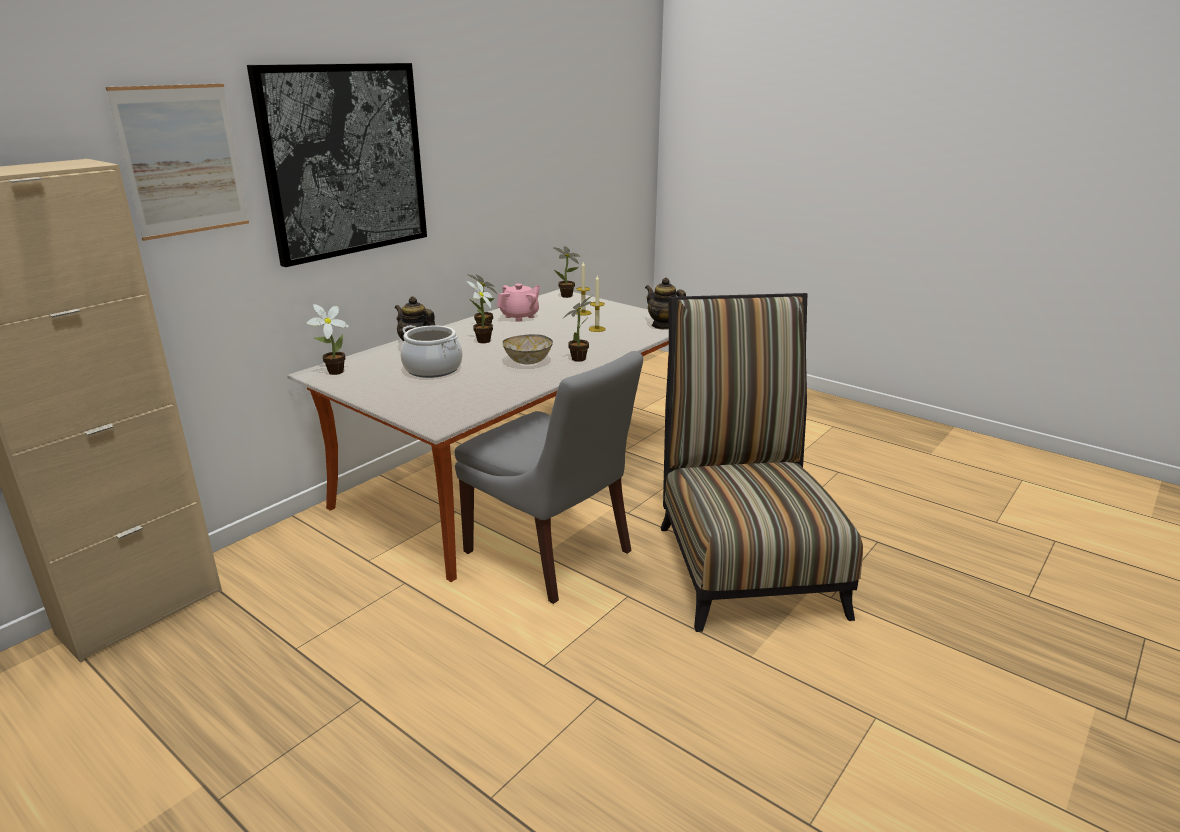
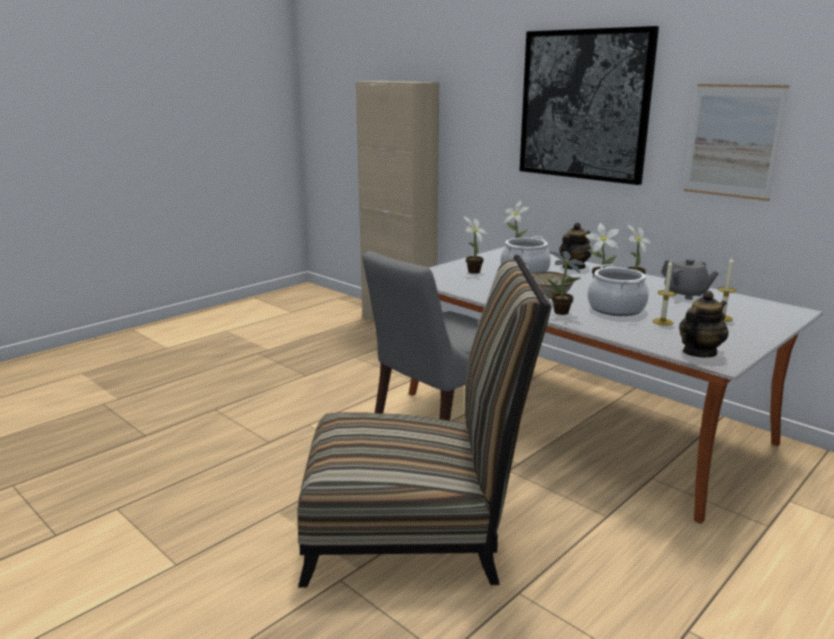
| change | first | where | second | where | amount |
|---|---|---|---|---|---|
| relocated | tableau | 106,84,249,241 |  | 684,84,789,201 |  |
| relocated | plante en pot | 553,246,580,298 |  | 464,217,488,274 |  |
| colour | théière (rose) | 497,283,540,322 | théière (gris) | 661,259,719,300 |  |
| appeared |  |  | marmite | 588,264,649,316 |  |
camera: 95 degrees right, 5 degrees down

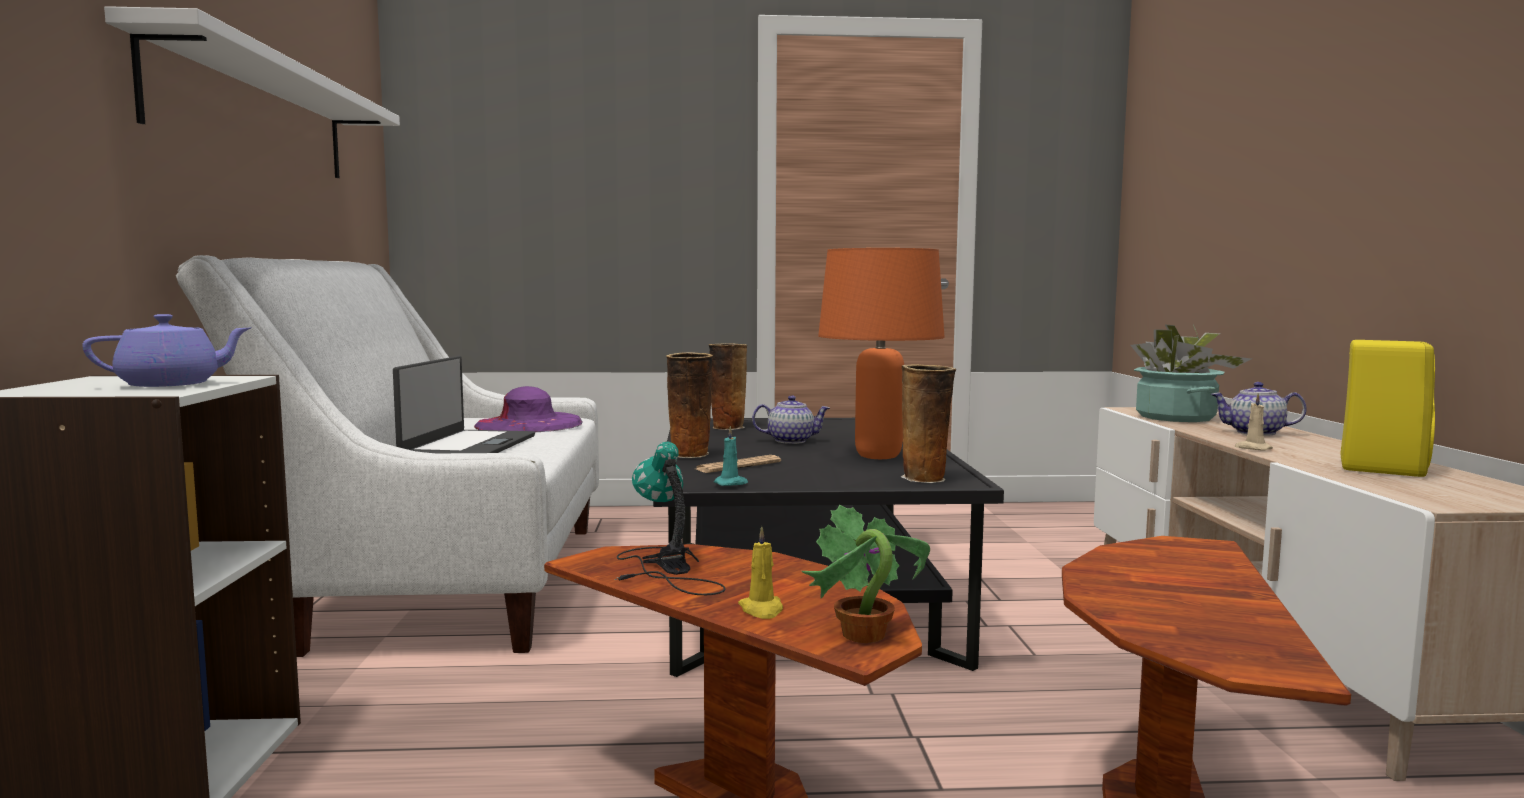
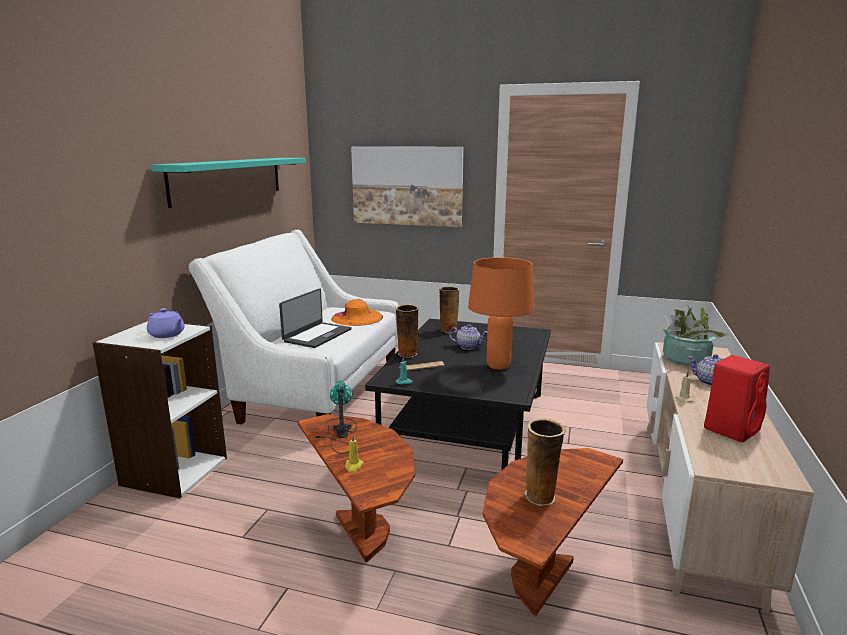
| change | first | where | second | where | amount |
|---|---|---|---|---|---|
| colour | étagère (blanc) | 104,6,400,178 | étagère (turquoise) | 151,158,306,208 |  |
| spun | théière (violet) | 82,314,251,387 |  | 147,308,185,338 | 45 degrees clockwise |
| colour | enceinte (jaune) | 1341,340,1435,477 | enceinte (rouge) | 704,355,770,442 |  |
| relocated | vase | 901,364,956,483 |  | 525,419,565,506 |  |
| colour | chapeau (violet) | 474,386,583,432 | chapeau (orange) | 331,299,383,326 |  |
| missing | plante en pot | 801,505,930,643 |  |  |  |
| appeared |  |  | tableau | 351,146,464,227 |  |
camera: 20 degrees right, 10 degrees up

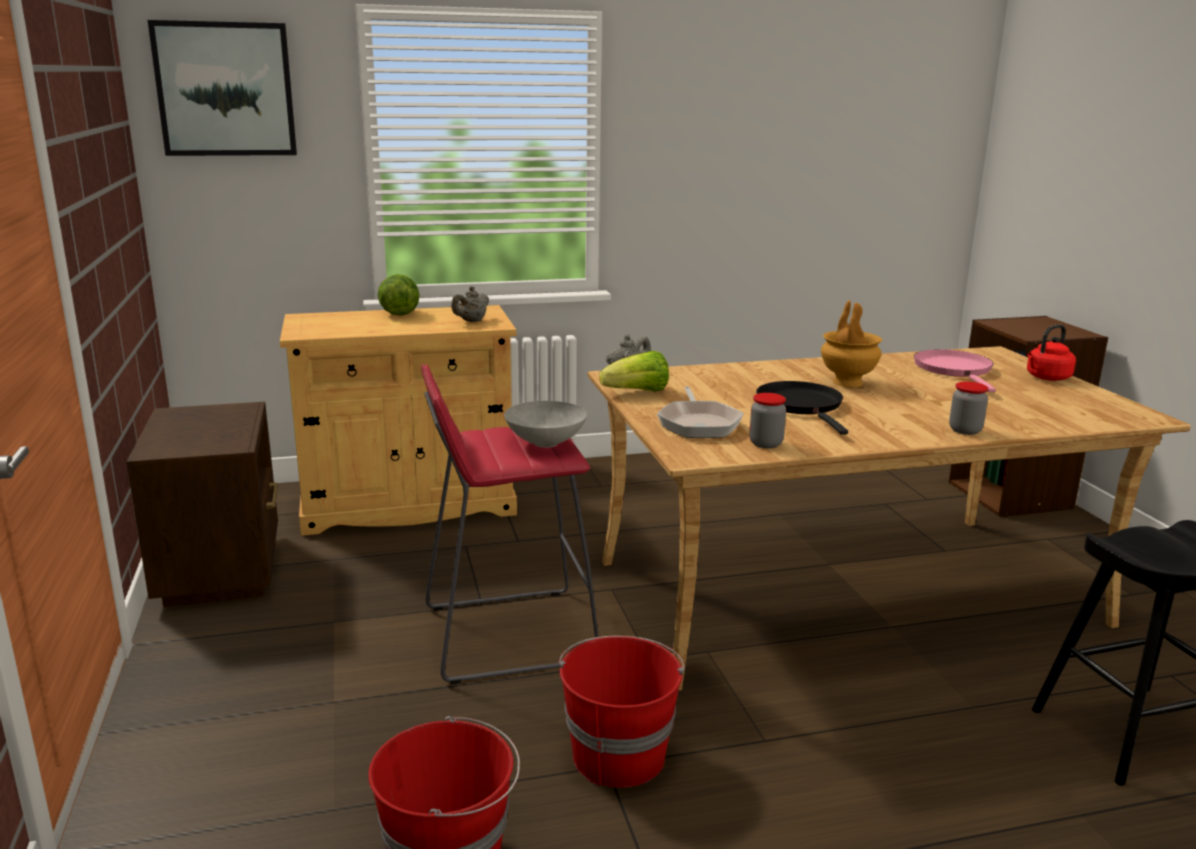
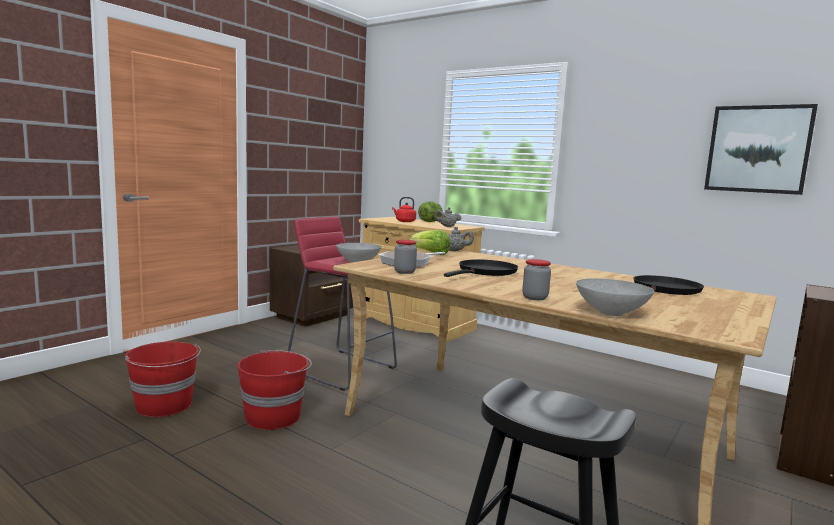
| change | first | where | second | where | amount |
|---|---|---|---|---|---|
| relocated | tableau | 148,20,297,156 |  | 704,104,818,195 |  |
| missing | vase (marron) | 821,300,882,387 |  |  |  |
| relocated | bouilloire (rouge) | 1027,324,1076,381 |  | 392,197,416,222 |  |
| colour | poêle (rose) | 914,349,996,392 | poêle (noir) | 633,275,704,295 |  |
| appeared |  |  | bol (gris) | 576,278,654,316 |  |
camera: 50 degrees right, 10 degrees down

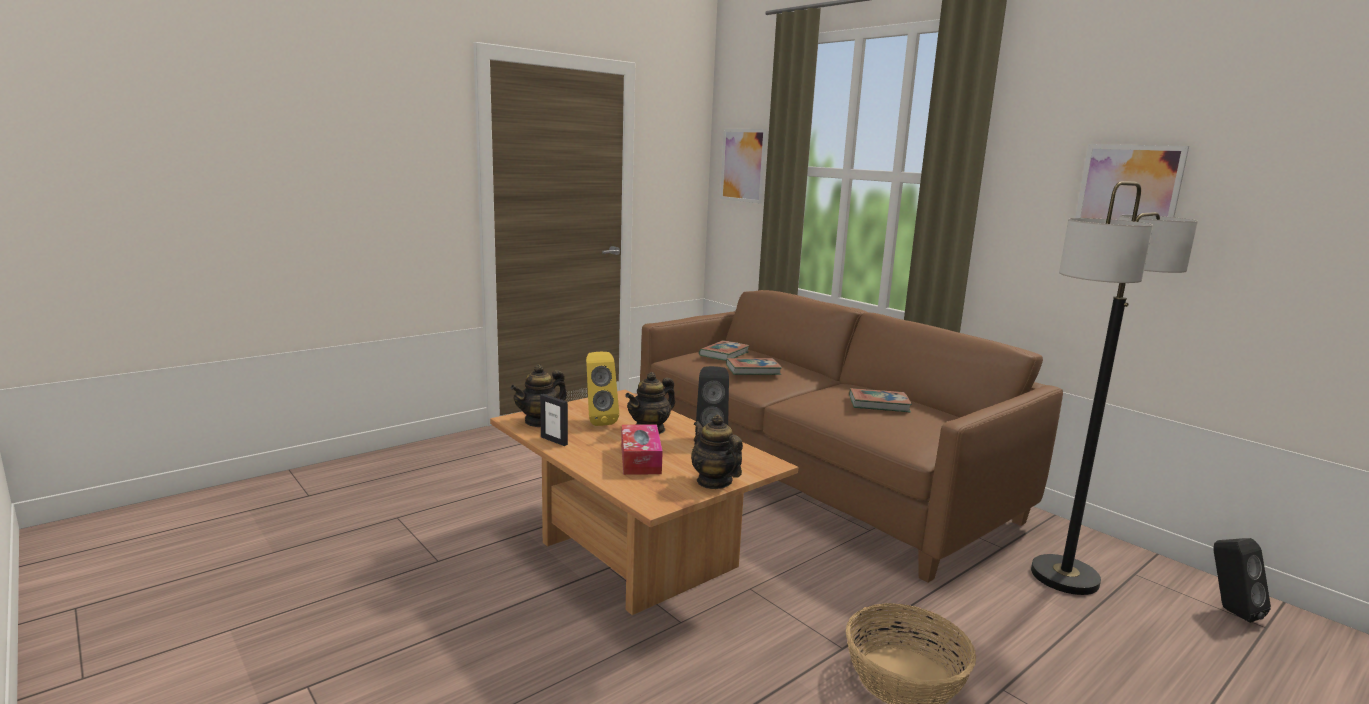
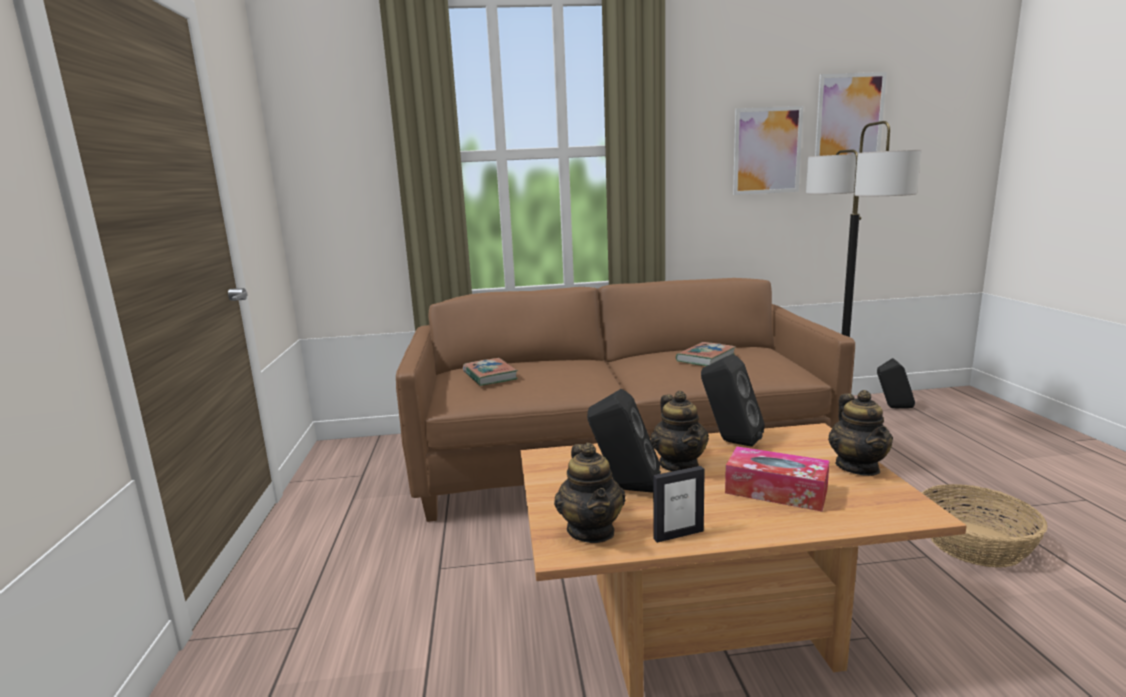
| change | first | where | second | where | amount |
|---|---|---|---|---|---|
| relocated | tableau | 720,129,767,204 |  | 815,72,887,156 |  |
| colour | enceinte (jaune) | 586,352,619,426 | enceinte (noir) | 587,389,661,493 |  |
| missing | livre | 726,358,782,375 |  |  |  |
| spun | théière | 691,415,743,489 |  | 828,390,893,476 | 90 degrees counterclockwise |
camera: 55 degrees left, 0 degrees up

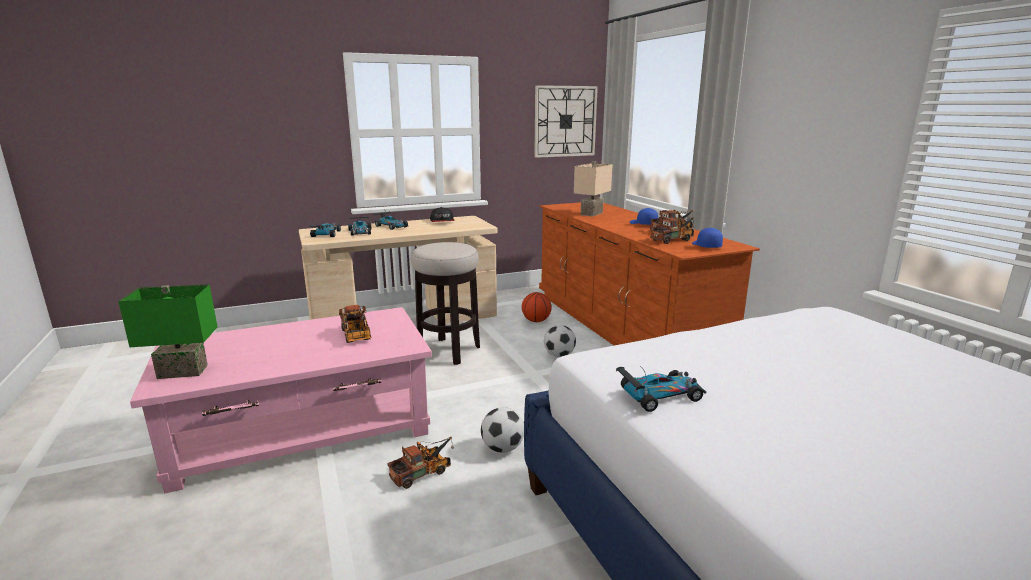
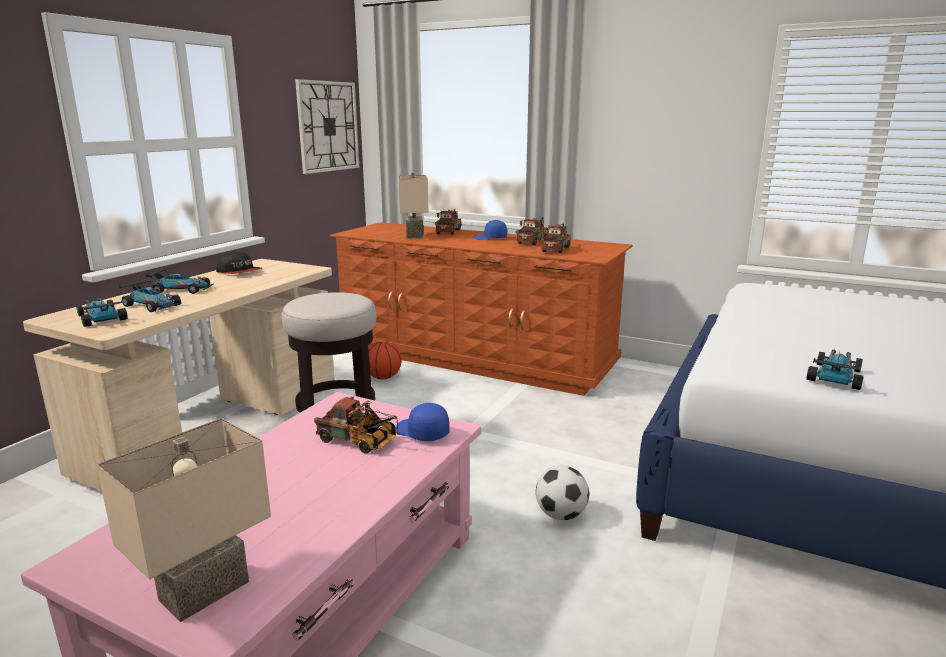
| change | first | where | second | where | amount |
|---|---|---|---|---|---|
| relocated | casquette (bleu) | 692,228,723,248 |  | 396,403,449,441 |  |
| colour | lampe de table (vert) | 118,284,217,379 | lampe de table (beige) | 96,418,271,622 |  |
| missing | ballon de foot | 544,325,576,357 |  |  |  |
| relocated | camion jouet | 387,437,454,489 |  | 435,209,462,235 |  |
camera: 40 degrees left, 0 degrees up

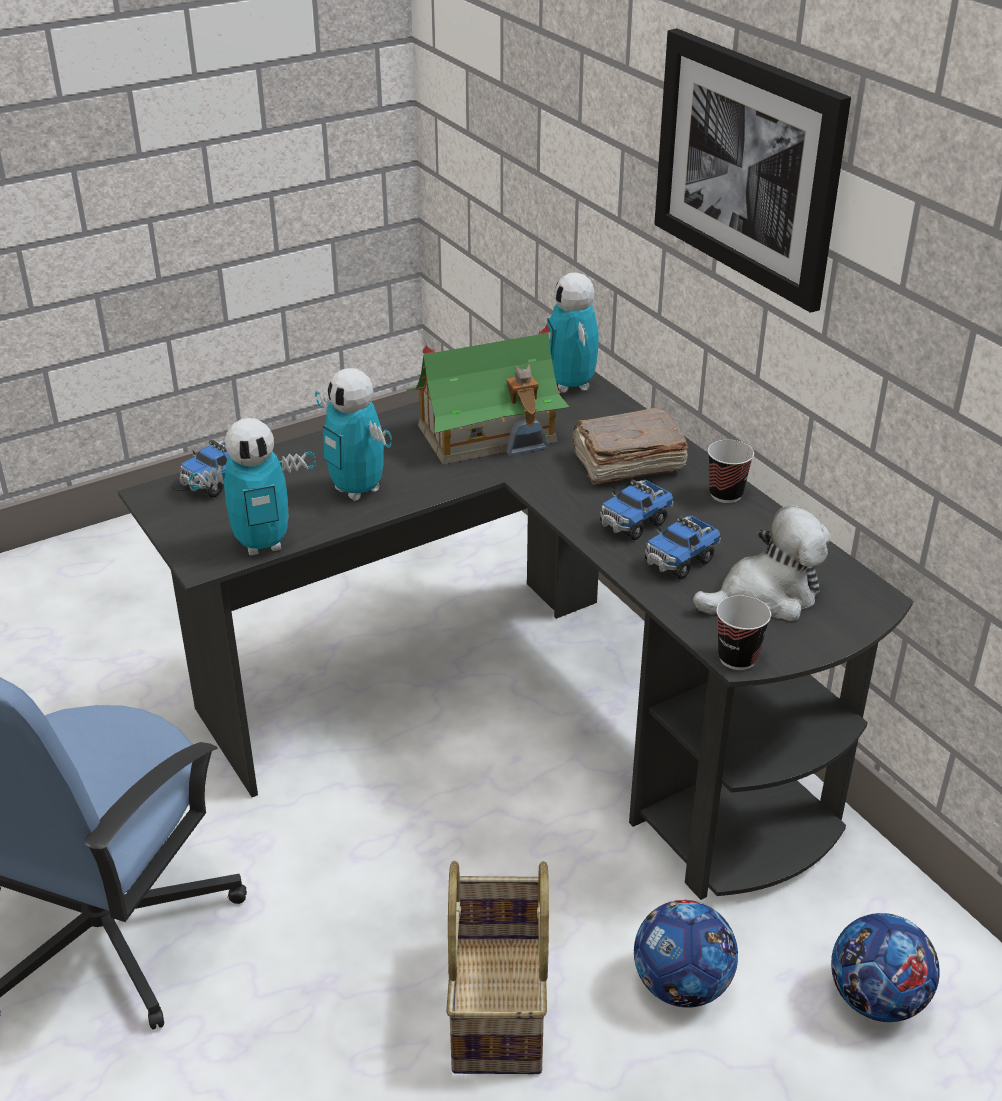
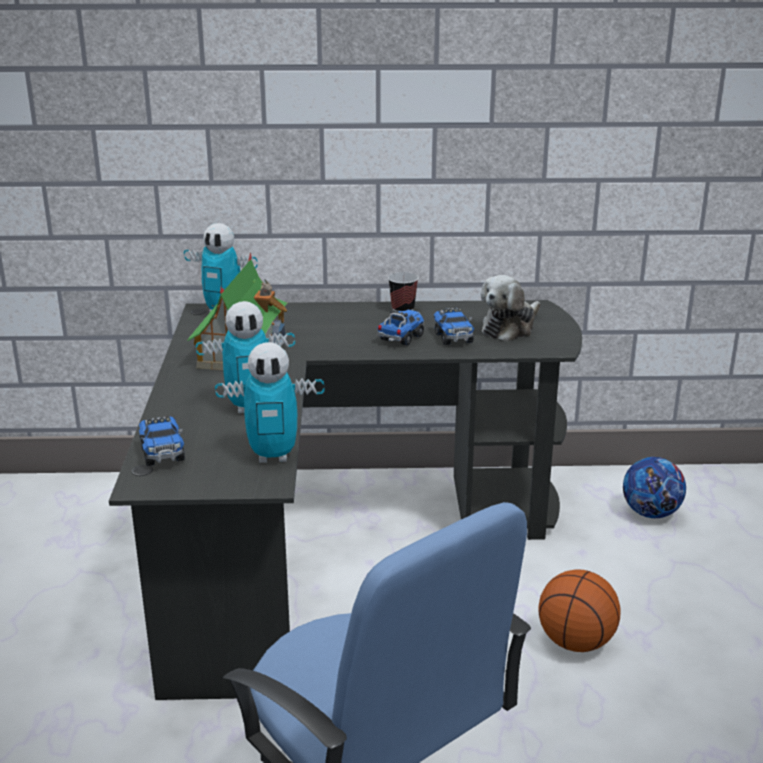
| change | first | where | second | where | amount |
|---|---|---|---|---|---|
| missing | tableau | 654,28,851,313 |  |  |  |
| missing | livre (marron) | 572,407,688,485 |  |  |  |
| spun | robot jouet | 189,418,316,556 |  | 215,342,324,463 | 75 degrees clockwise |
| spun | camion jouet | 600,480,673,540 |  | 377,309,424,346 | 135 degrees counterclockwise |
| spun | peluche | 693,505,831,621 |  | 481,275,540,342 | 150 degrees counterclockwise |
| missing | tasse | 716,595,771,670 |  |  |  |
| exchanged | panier | 446,861,549,1074 | ballon de basket | 538,569,620,652 |  |
| missing | ballon de foot | 634,900,738,1008 |  |  |  |
camera: 60 degrees left, 10 degrees down

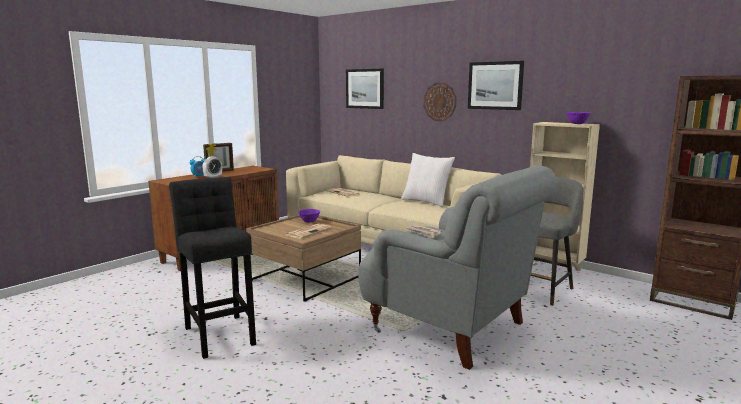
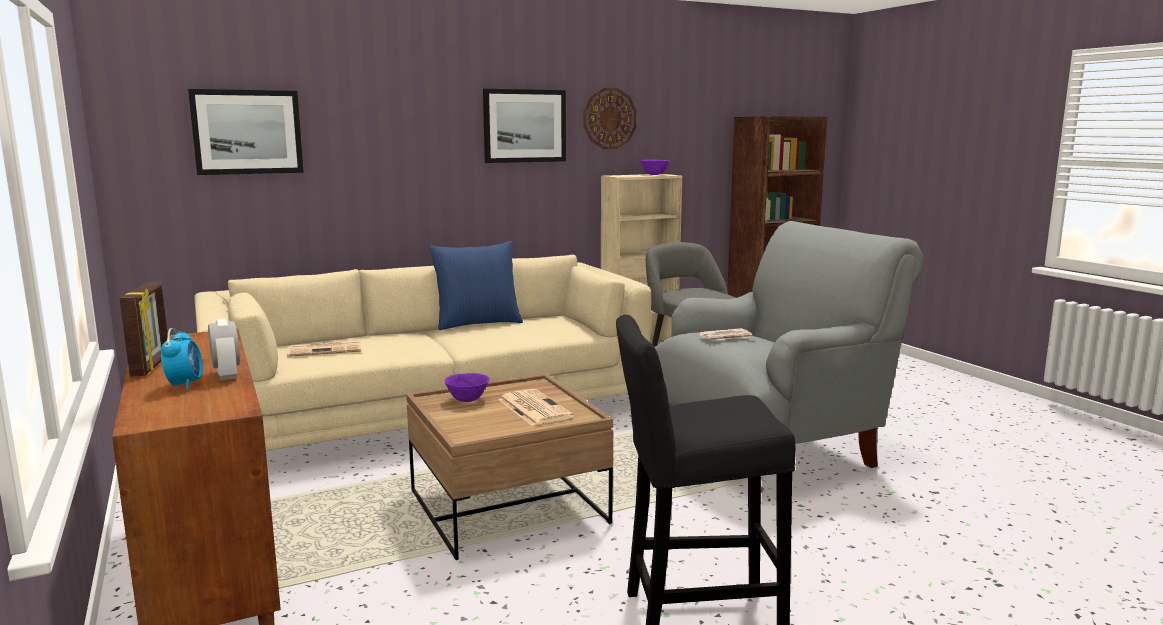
| change | first | where | second | where | amount |
|---|---|---|---|---|---|
| relocated | horloge murale | 423,83,456,121 |  | 584,88,637,149 |  |
| colour | coussin (blanc) | 401,153,455,207 | coussin (bleu) | 429,241,523,330 |  |
camera: 65 degrees left, 0 degrees up

